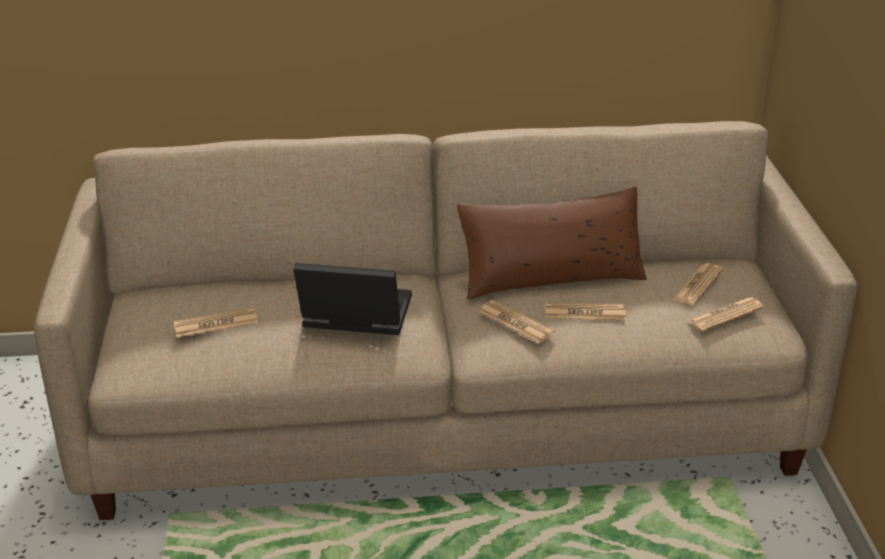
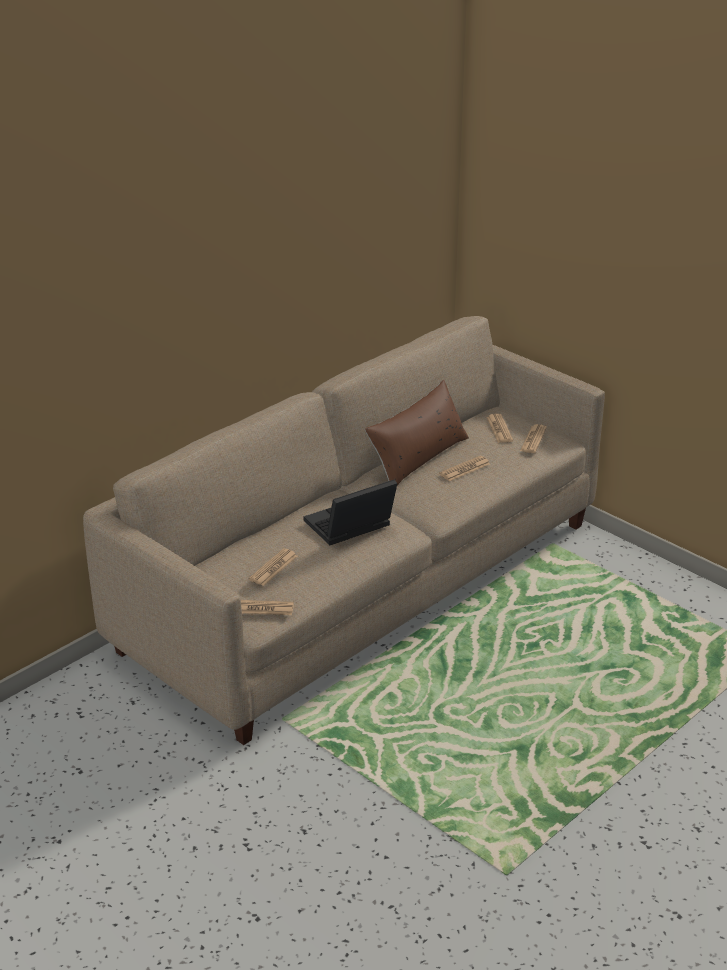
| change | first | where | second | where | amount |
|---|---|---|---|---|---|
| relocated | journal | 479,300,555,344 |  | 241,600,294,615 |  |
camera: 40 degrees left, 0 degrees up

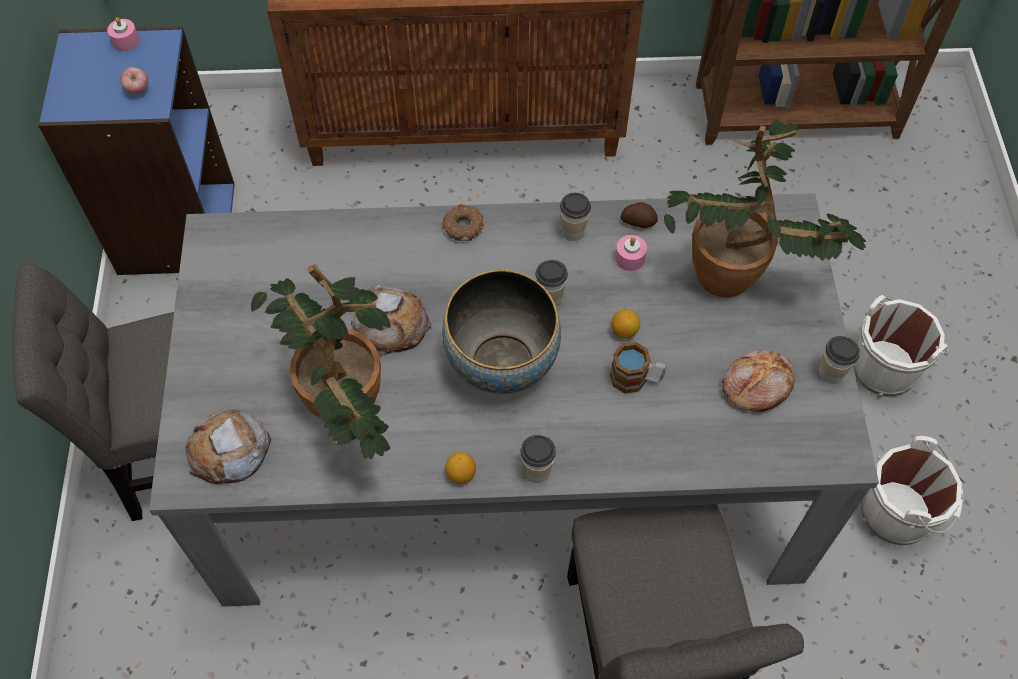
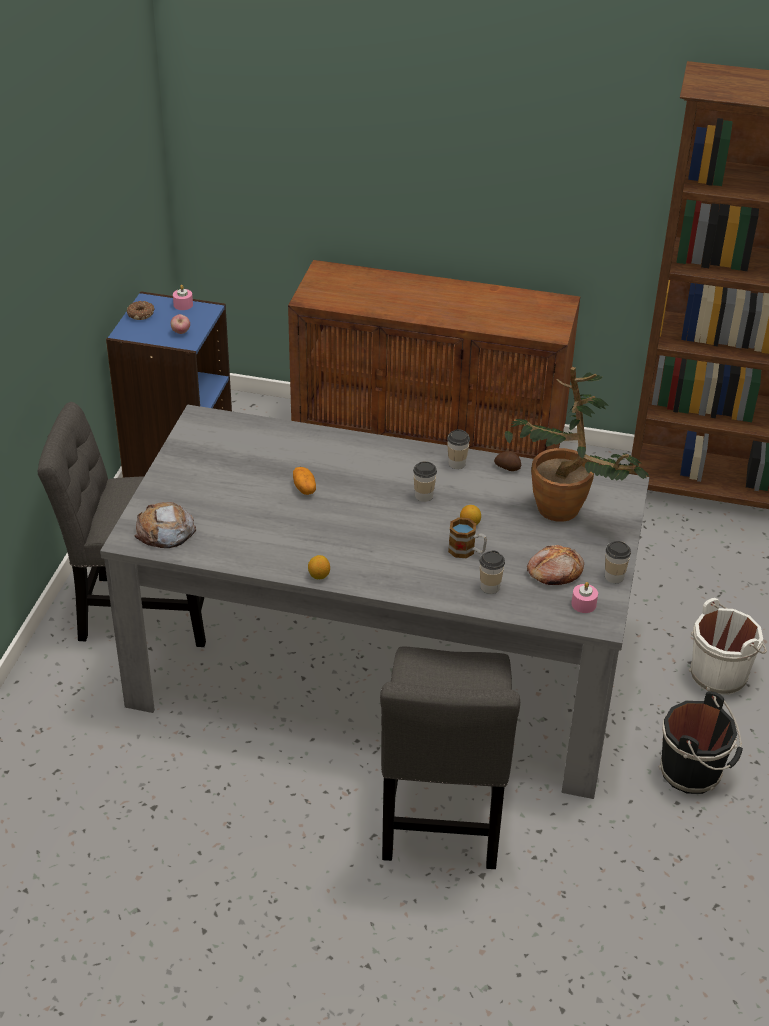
| change | first | where | second | where | amount |
|---|---|---|---|---|---|
| relocated | beignet | 443,204,484,241 |  | 127,301,155,320 |  |
| relocated | bougie (rose) | 615,235,647,271 |  | 571,582,598,613 |  |
| missing | plante en pot | 251,264,391,460 |  |  |  |
| missing | bol | 442,270,561,394 |  |  |  |
| exchanged | pain | 351,285,432,356 | pomme de terre | 293,467,316,495 |  |
| relocated | tasse | 521,435,556,483 |  | 480,550,505,594 |  |
| colour | seau (blanc) | 861,436,963,545 | seau (noir) | 659,691,743,794 |  |
camera: 15 degrees right, 20 degrees down

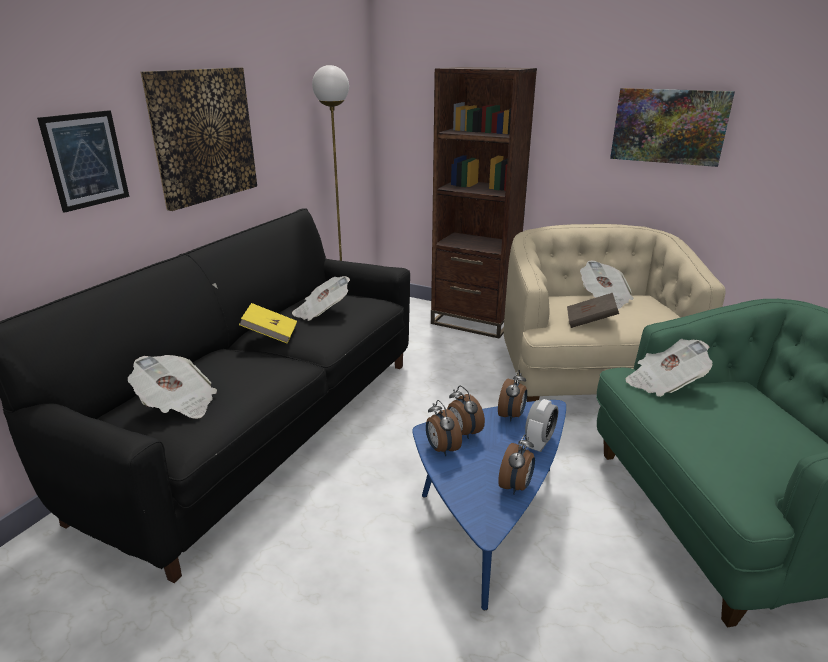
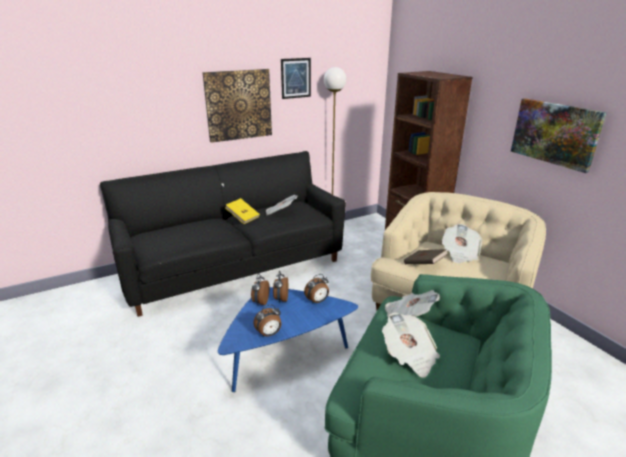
| change | first | where | second | where | amount |
|---|---|---|---|---|---|
| relocated | tableau | 37,110,129,213 |  | 281,58,311,99 |  |
| relocated | journal | 128,355,217,419 |  | 382,312,440,378 |  |
| missing | réveil | 525,399,558,452 |  |  |  |
camera: 35 degrees right, 0 degrees up

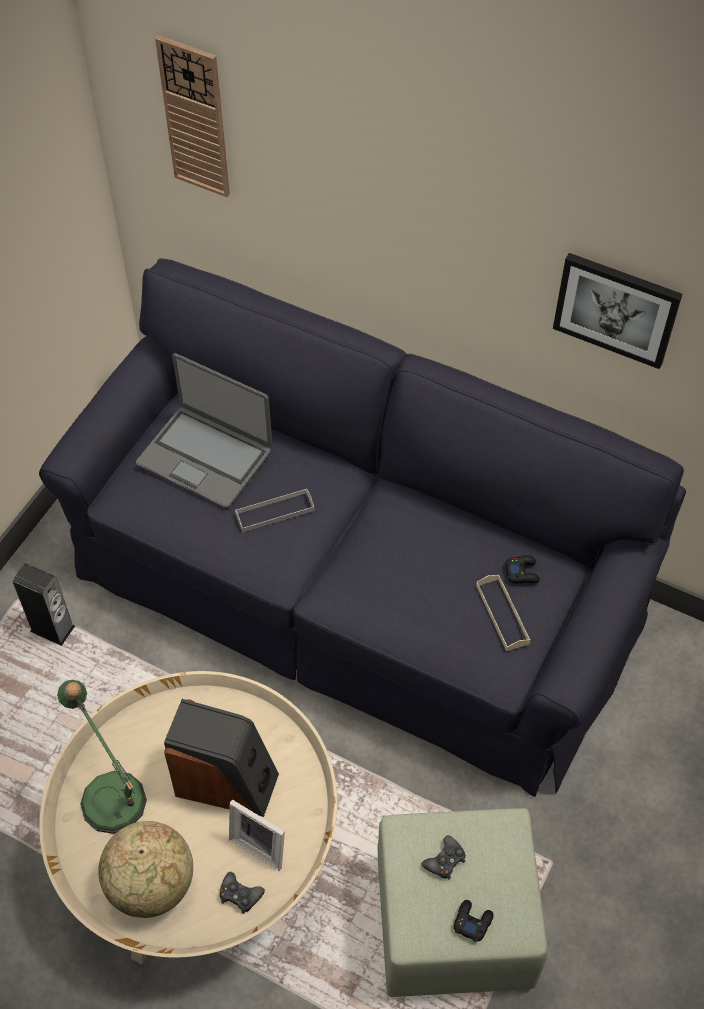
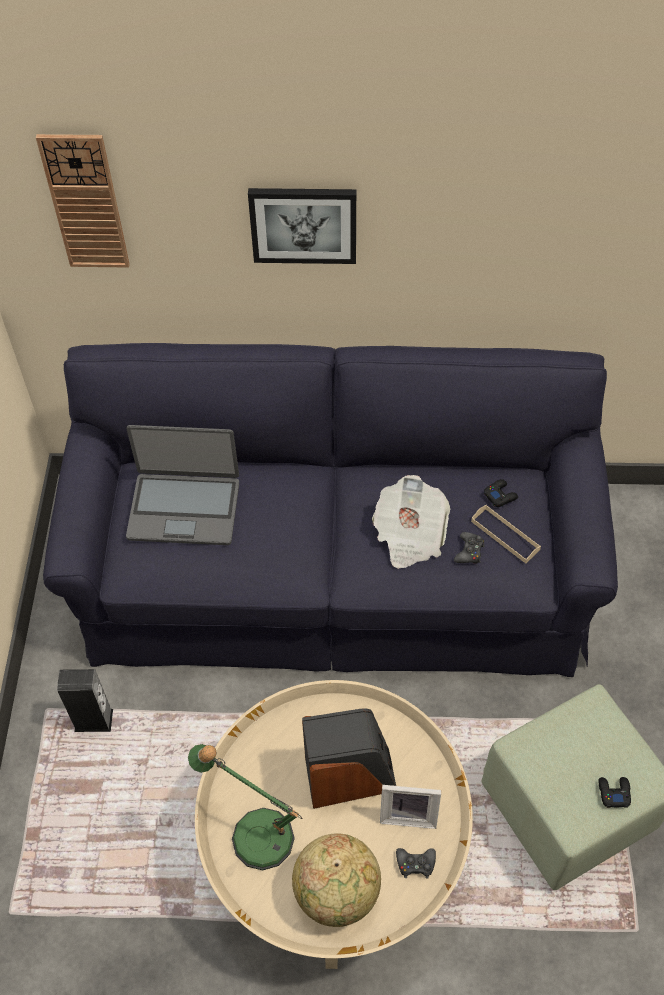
| change | first | where | second | where | amount |
|---|---|---|---|---|---|
| relocated | tableau | 553,253,682,369 |  | 248,188,356,264 |  |
| missing | plateau (gris) | 235,488,314,533 |  |  |  |
| relocated | manette (noir) | 422,835,466,880 |  | 454,532,485,564 |  |
| appeared |  |  | journal | 372,475,450,569 |  |
camera: 25 degrees left, 0 degrees up

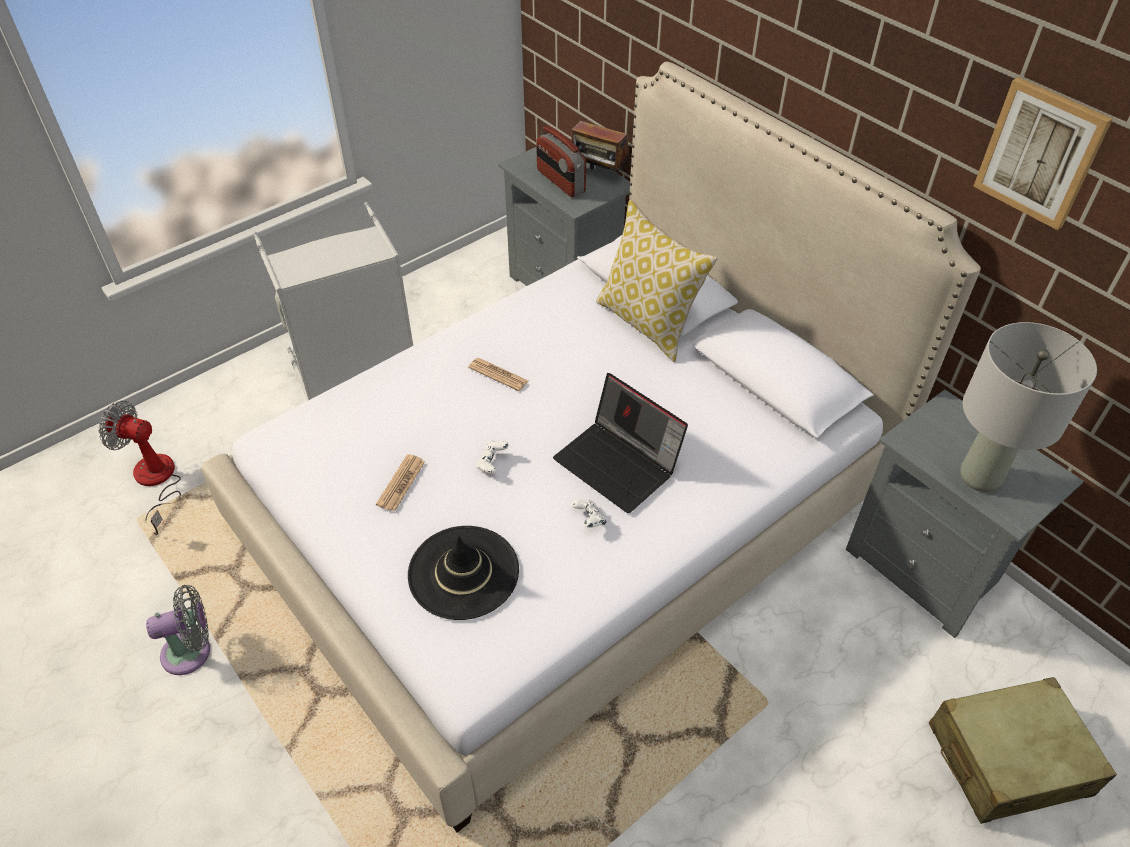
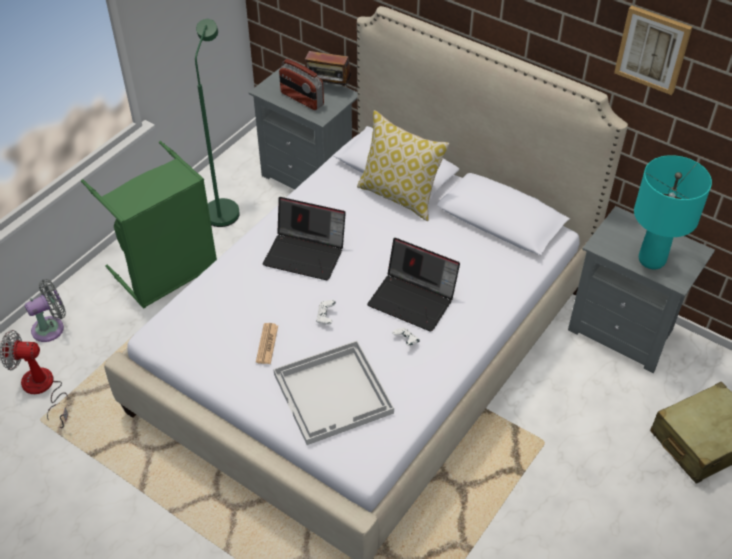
| change | first | where | second | where | amount |
|---|---|---|---|---|---|
| colour | panier à linge (gris) | 253,202,413,401 | panier à linge (vert) | 81,141,217,308 |  |
| colour | lampe de table (gris) | 960,322,1097,492 | lampe de table (turquoise) | 634,155,712,269 |  |
| exchanged | journal | 468,358,528,391 | ordinateur portable | 263,197,346,280 |  |
| exchanged | chapeau (noir) | 408,526,519,620 | plateau (blanc) | 273,341,394,445 |  |
| relocated | ventilateur (gris) | 146,585,210,675 |  | 25,279,66,342 |  |
| appeared |  |  | lampadaire (vert) | 195,19,240,227 |  |
camera: 15 degrees left, 0 degrees up

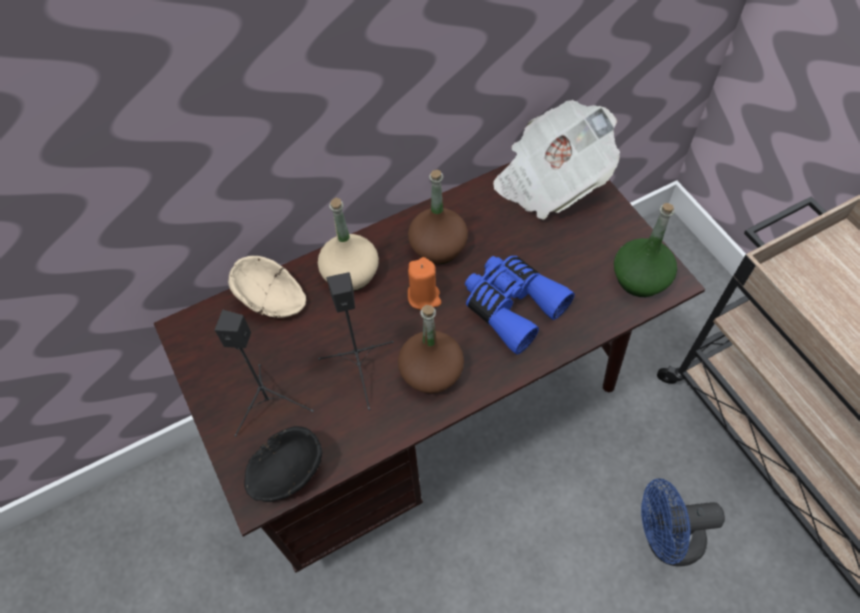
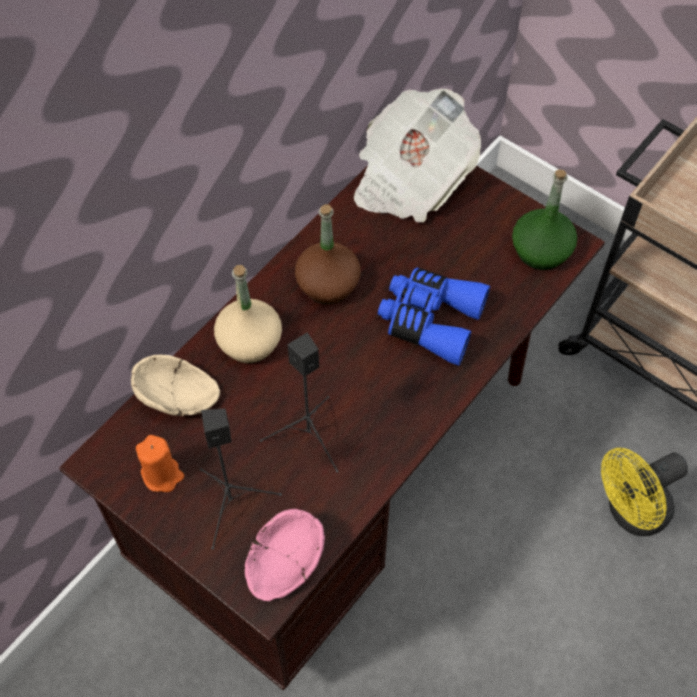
| change | first | where | second | where | amount |
|---|---|---|---|---|---|
| relocated | bougie (orange) | 408,257,441,310 |  | 136,435,184,492 |  |
| missing | bouteille (marron) | 398,305,464,394 |  |  |  |
| colour | bol (noir) | 244,426,322,502 | bol (rose) | 245,509,325,601 |  |
| colour | ventilateur (bleu) | 641,479,725,566 | ventilateur (jaune) | 601,448,688,536 |  |
camera: 25 degrees left, 0 degrees up

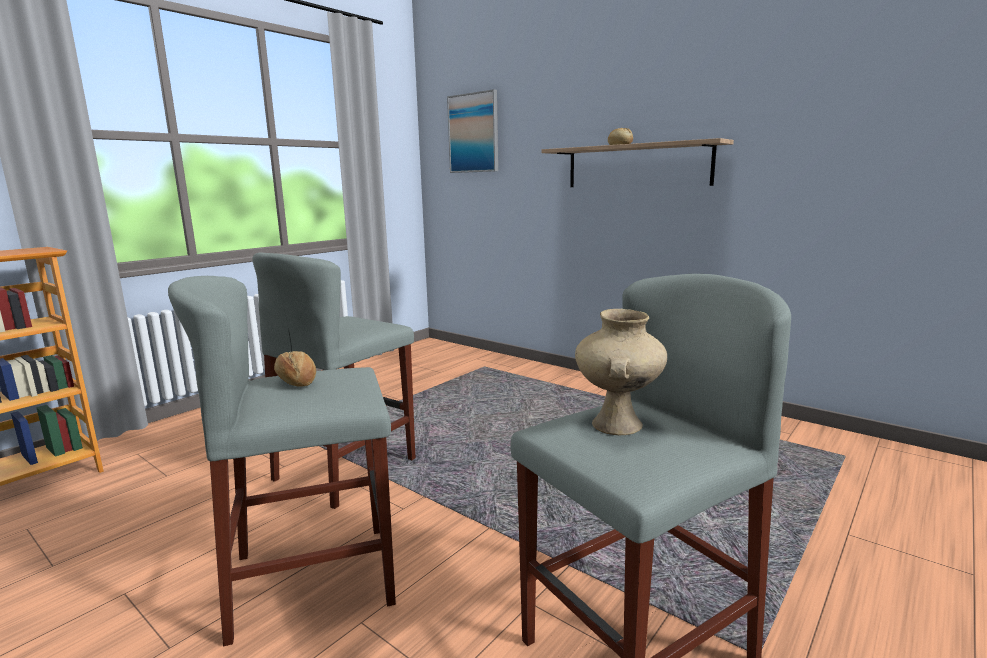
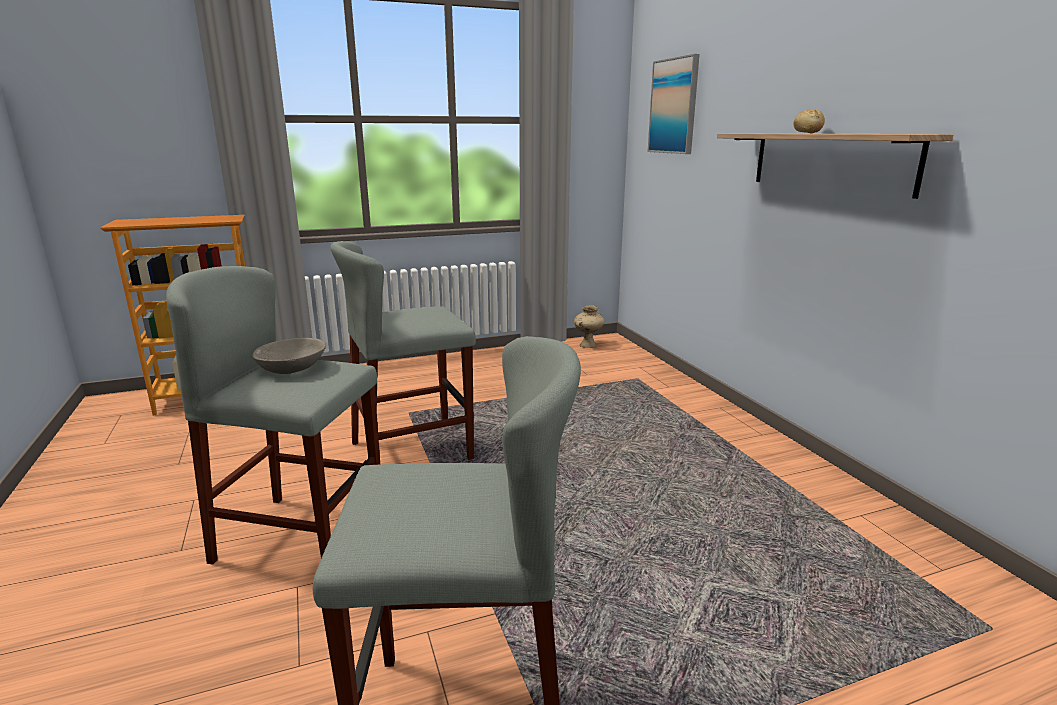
| change | first | where | second | where | amount |
|---|---|---|---|---|---|
| relocated | vase (beige) | 575,309,667,435 |  | 574,305,605,348 |  |
| exchanged | pain | 274,351,316,387 | bol (gris) | 252,338,326,374 |  |
camera: 30 degrees right, 5 degrees up

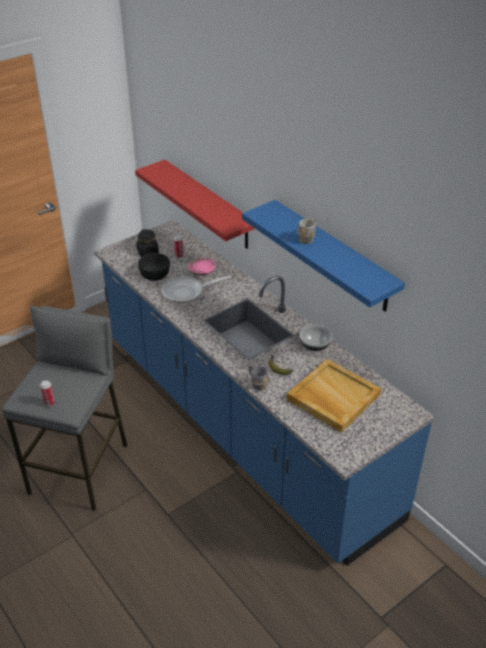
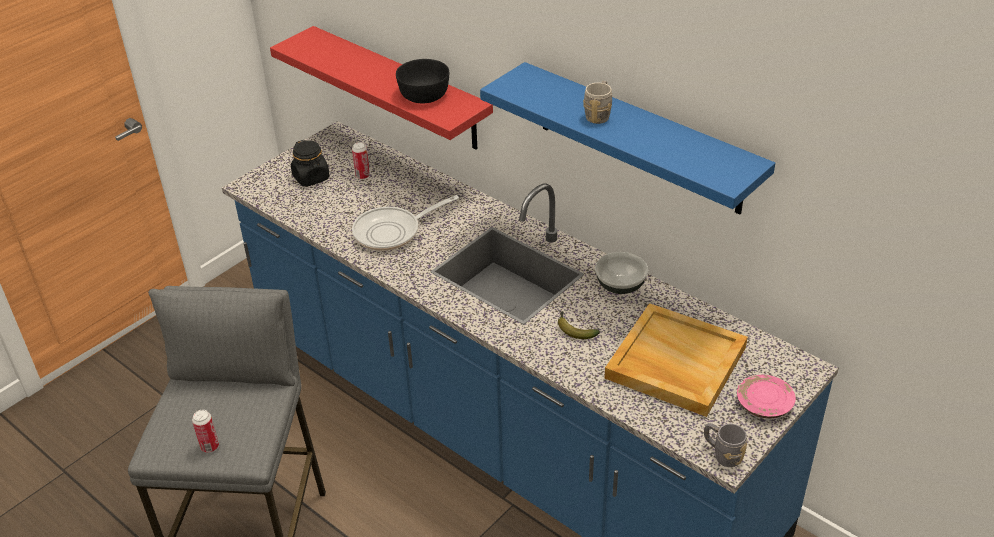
| change | first | where | second | where | amount |
|---|---|---|---|---|---|
| relocated | bol (noir) | 138,253,170,281 |  | 396,59,449,103 |  |
| relocated | assiette (rose) | 188,258,216,275 |  | 737,375,796,418 |  |
| relocated | mug (gris) | 249,365,269,391 |  | 704,423,747,467 |  |
camera: 10 degrees left, 0 degrees up

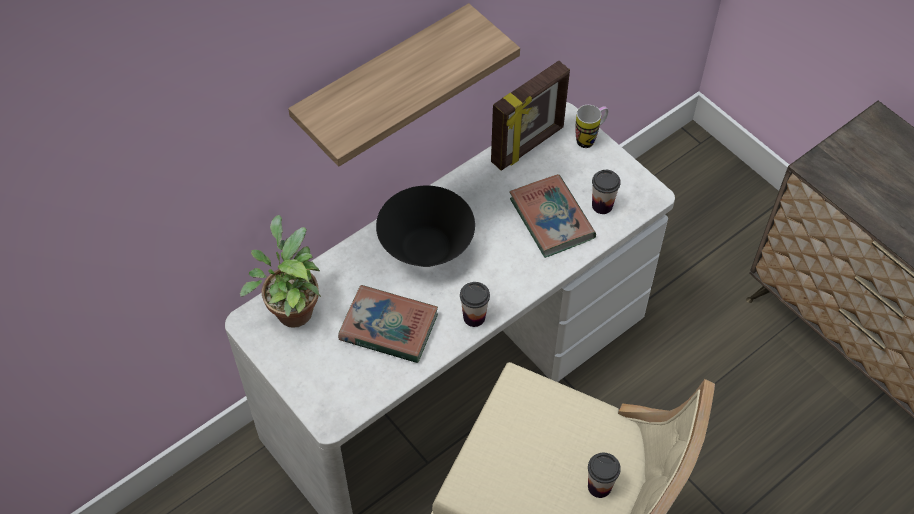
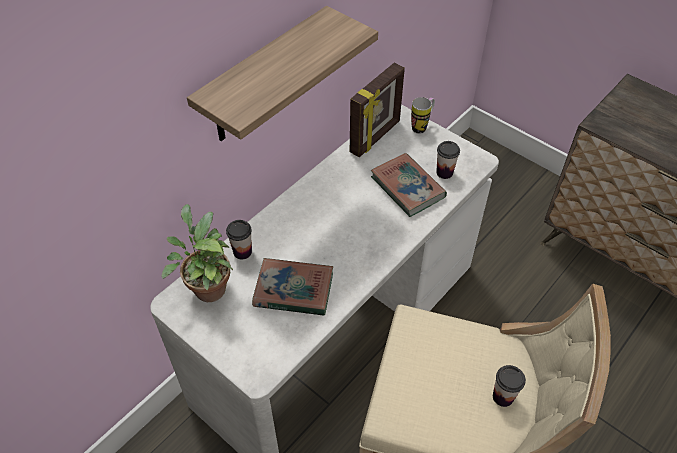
| change | first | where | second | where | amount |
|---|---|---|---|---|---|
| missing | bol (noir) | 376,185,475,267 |  |  |  |
| relocated | tasse | 460,282,490,327 |  | 226,220,252,260 |  |
camera: 10 degrees left, 5 degrees down

